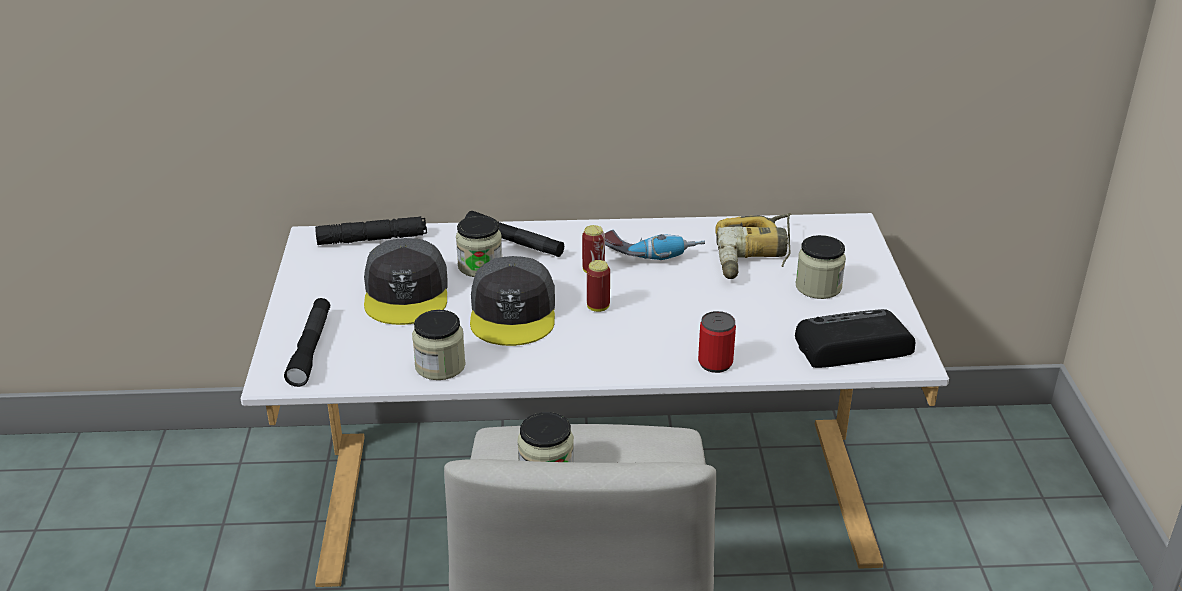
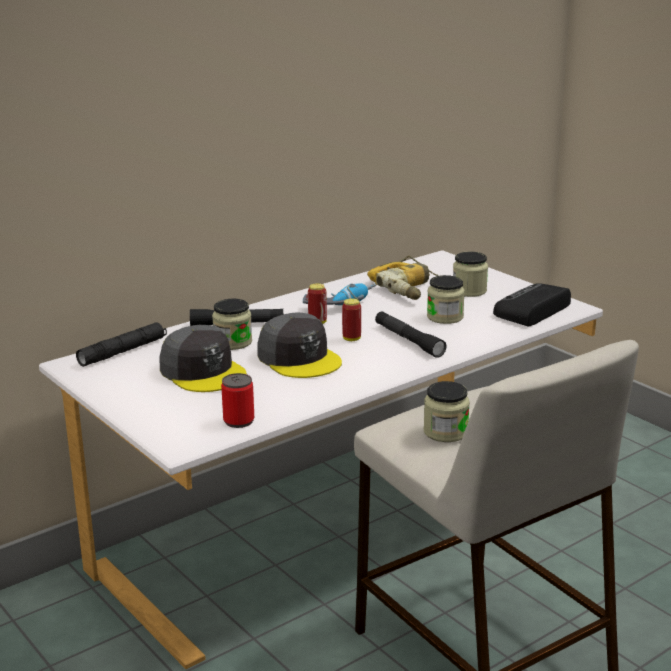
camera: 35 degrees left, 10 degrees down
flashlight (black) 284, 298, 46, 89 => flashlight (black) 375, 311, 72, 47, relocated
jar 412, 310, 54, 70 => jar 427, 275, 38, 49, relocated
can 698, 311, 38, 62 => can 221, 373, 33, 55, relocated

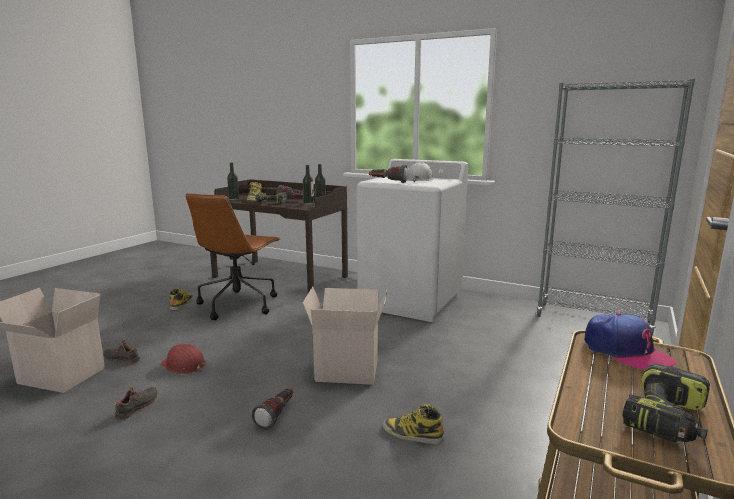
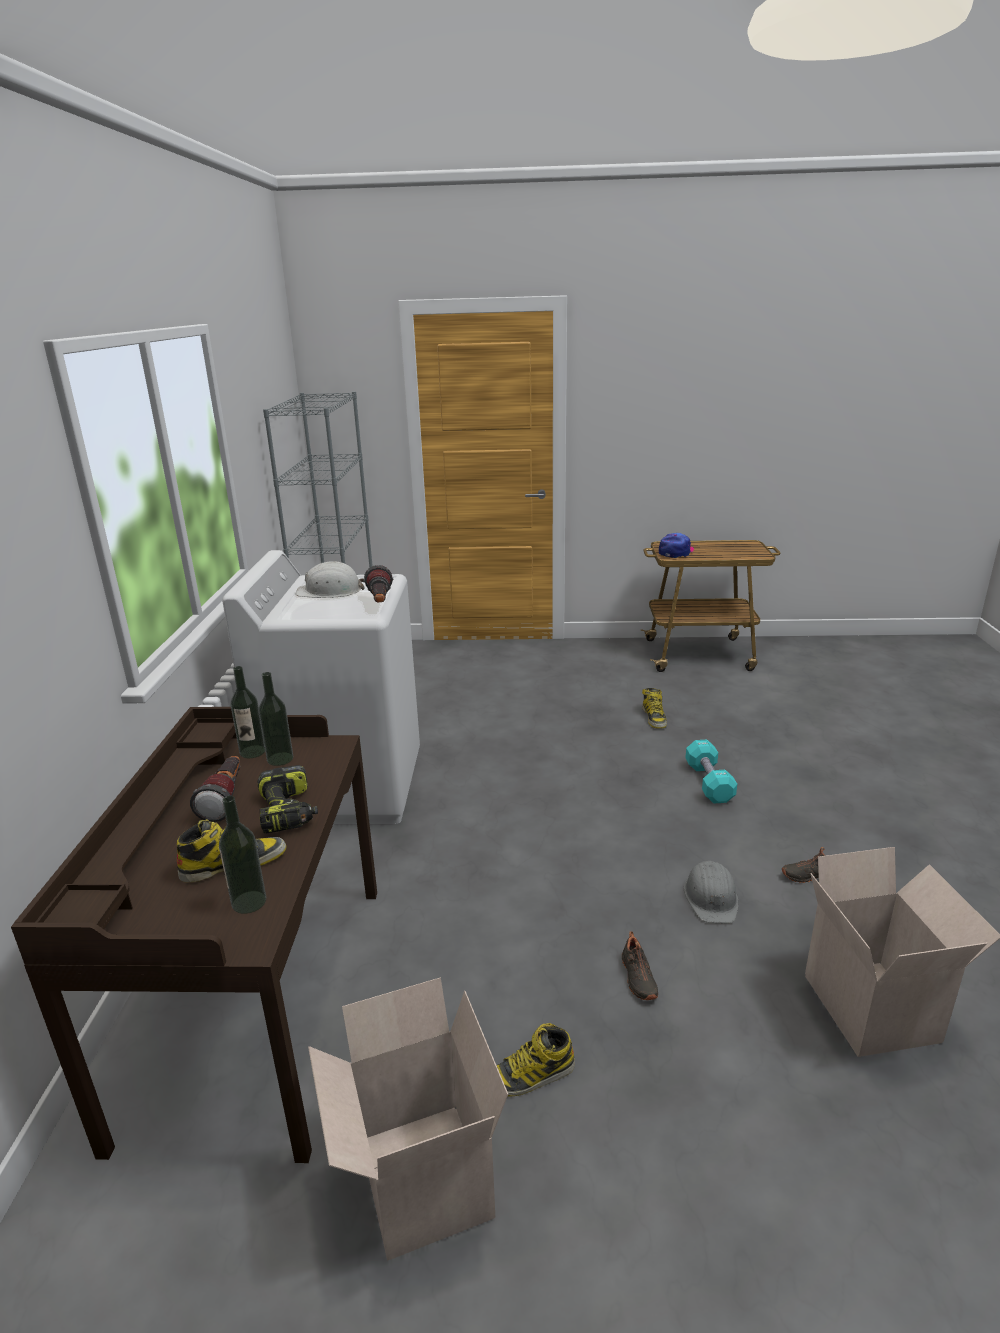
camera: 115 degrees left, 10 degrees up
office chair (brown) 186, 193, 94, 127 => nothing
cardboard box 303, 287, 84, 98 => cardboard box 308, 977, 200, 284, relocated
shoe (black) 103, 339, 37, 25 => shoe (black) 622, 931, 36, 69, relocated
hard hat (red) 161, 344, 45, 30 => hard hat (grey) 684, 861, 54, 62
power drill 622, 363, 88, 79 => nothing
flashlight 252, 388, 41, 42 => dumbbell (turquoise) 685, 740, 52, 64

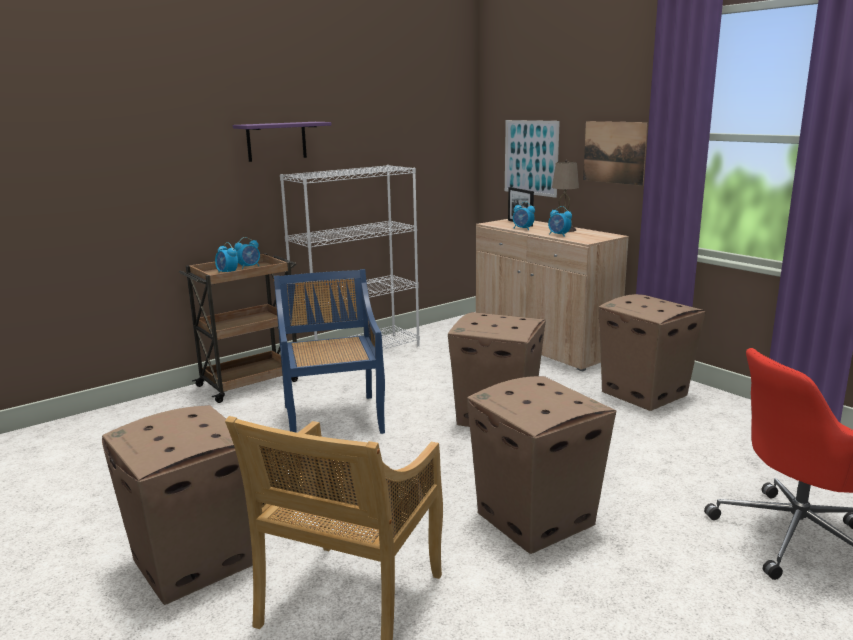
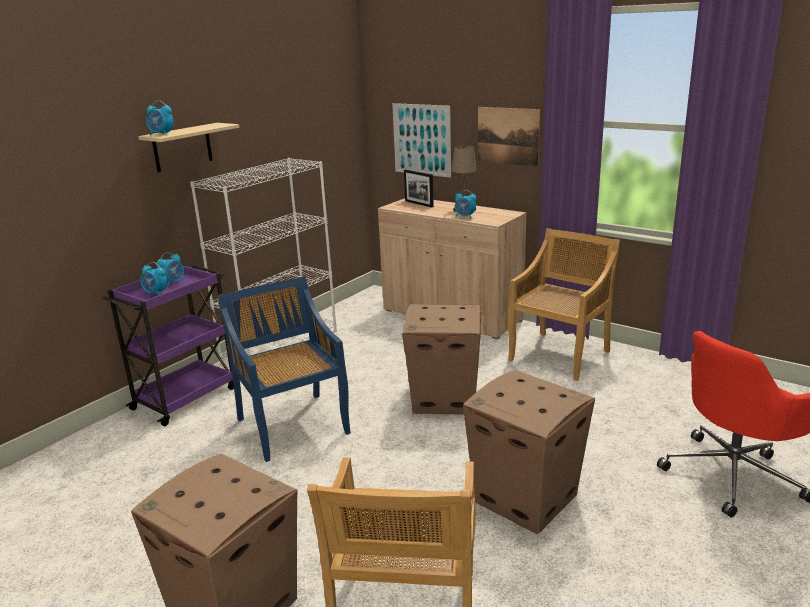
camera: 15 degrees left, 5 degrees up
shelf (purple) 233, 122, 98, 40 => shelf (beige) 138, 123, 101, 49
alarm clock 513, 201, 22, 29 => alarm clock 146, 100, 27, 35, relocated
cart (brown) 179, 253, 119, 150 => cart (purple) 102, 264, 132, 162
cardboard box 599, 294, 107, 117 => chair (beige) 508, 228, 113, 153

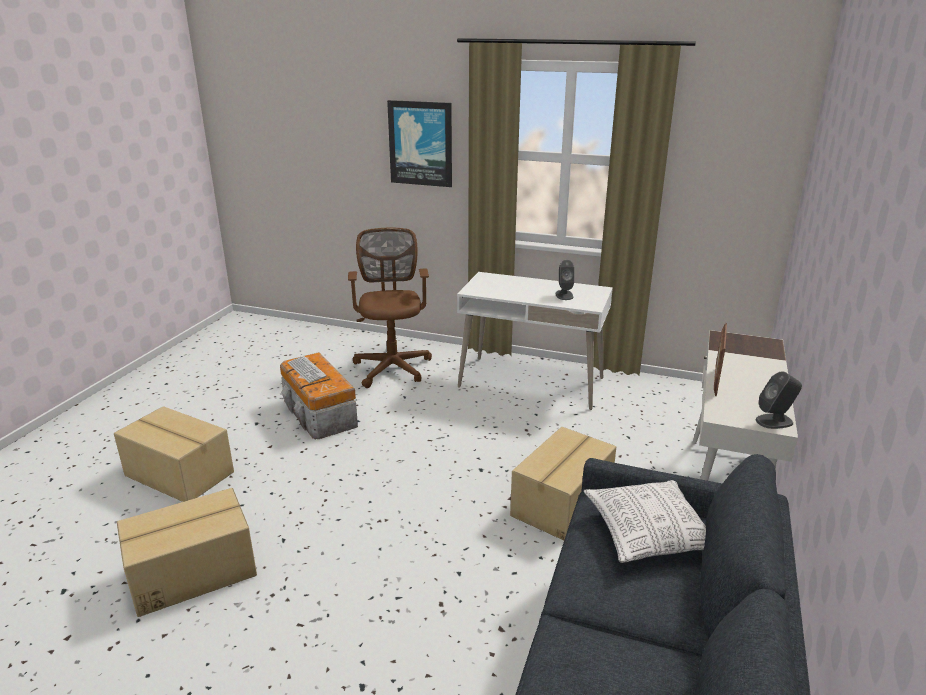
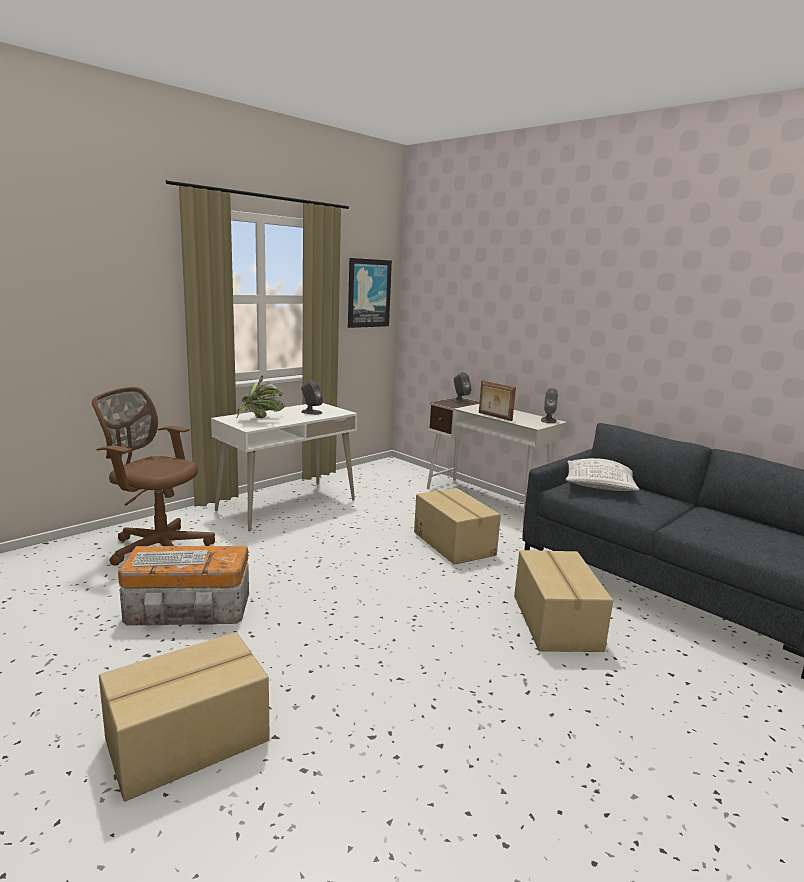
camera: 65 degrees left, 10 degrees down
picture 387, 100, 65, 87 => picture 348, 258, 44, 70, relocated
cardboard box 117, 488, 140, 129 => cardboard box 514, 550, 99, 102, relocated
nothing => speaker (grey) 452, 372, 20, 32
nothing => potted plant 237, 375, 48, 43

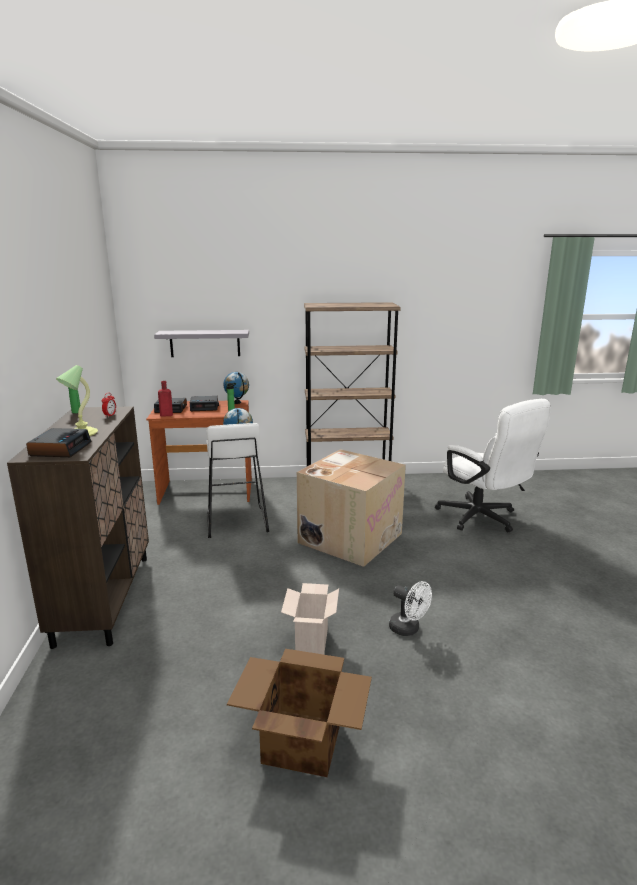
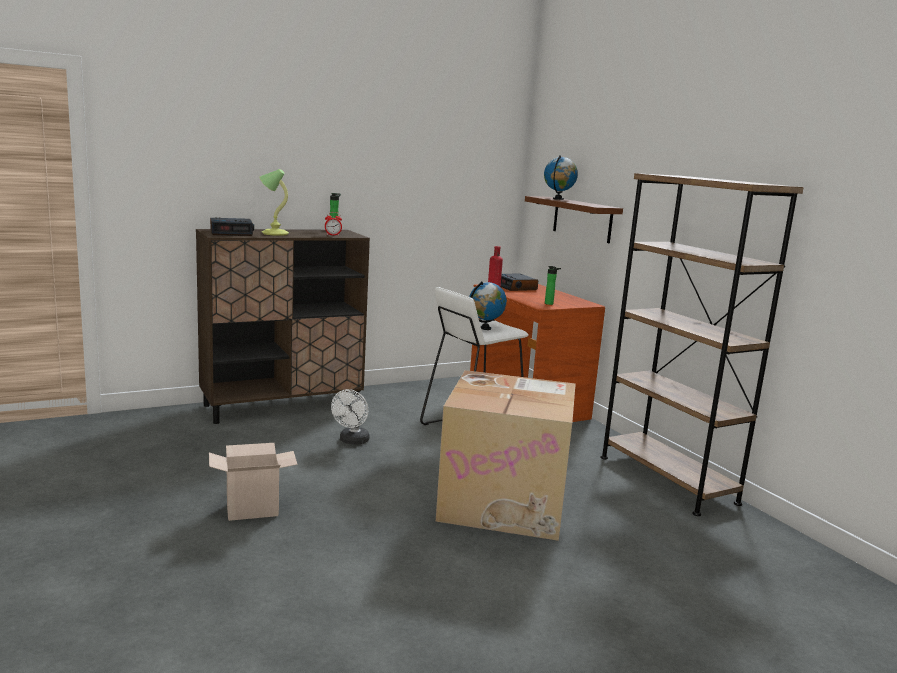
camera: 65 degrees right, 5 degrees down
shelf (grey) 154, 330, 95, 27 => shelf (brown) 525, 196, 98, 47
globe 223, 372, 26, 32 => globe 544, 155, 34, 45, relocated
alarm clock 190, 396, 29, 15 => nothing
office chair (white) 435, 399, 116, 133 => nothing
fan (white) 389, 581, 43, 55 => fan (white) 331, 389, 39, 56, relocated
cardboard box 227, 649, 145, 128 => nothing

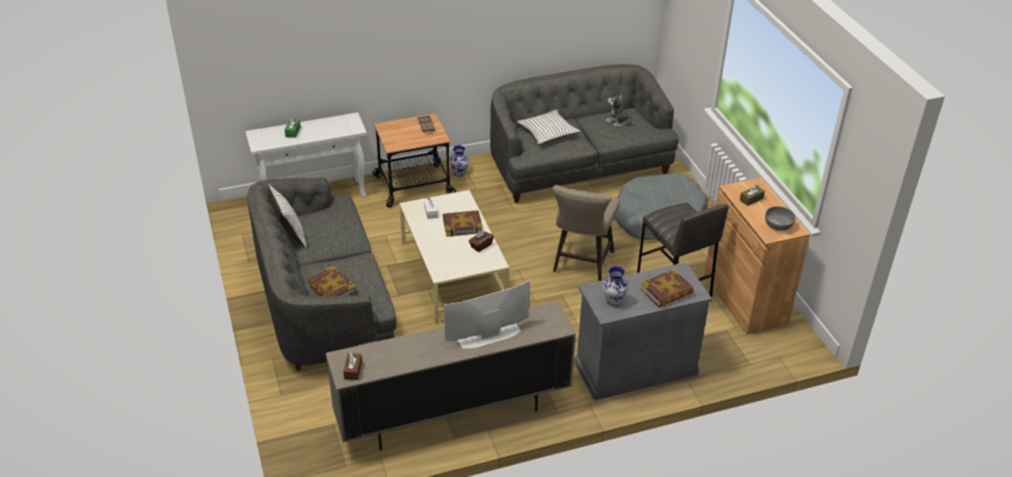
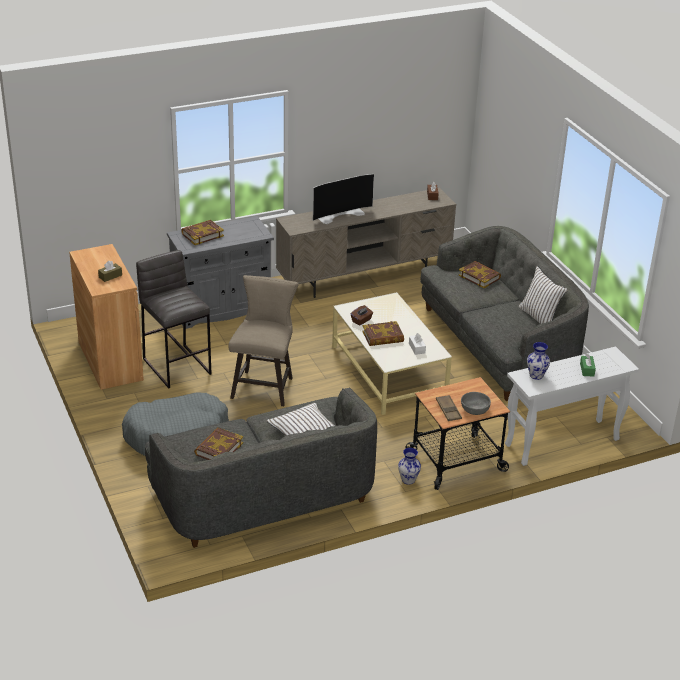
camera: 175 degrees right, 5 degrees down
plush toy 606, 94, 27, 33 => book 194, 427, 49, 33
bowl (grey) 765, 206, 31, 25 => bowl (grey) 461, 392, 30, 23, relocated
vase 603, 266, 25, 40 => vase 527, 342, 23, 38, relocated

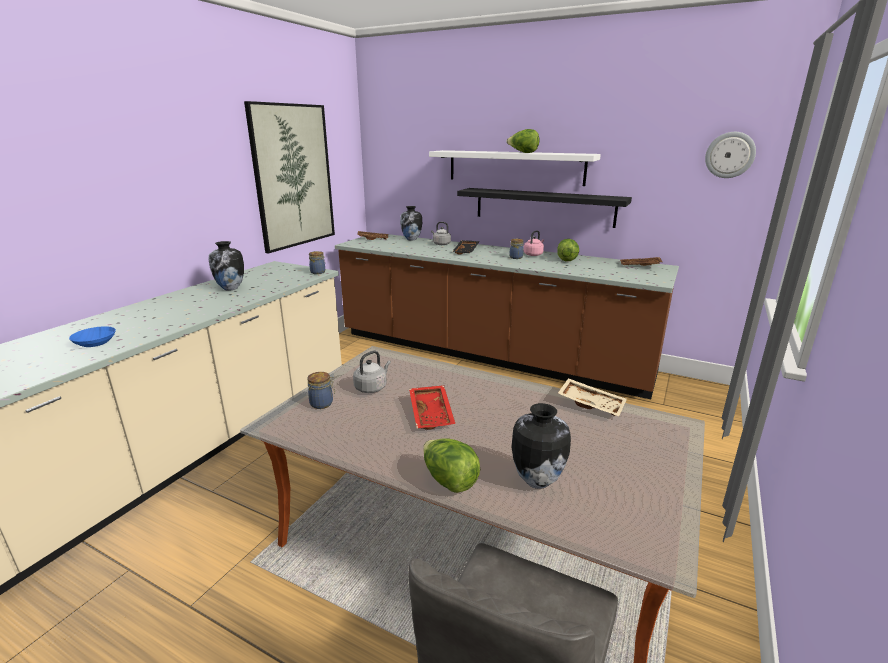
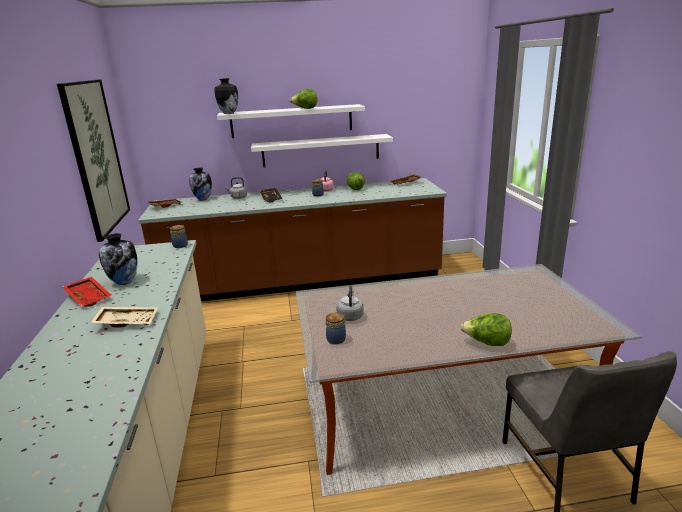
camera: 35 degrees left, 0 degrees up
wall clock 705, 132, 51, 46 => nothing
shelf (black) 457, 188, 175, 40 => shelf (white) 251, 134, 142, 33
bowl (blue) 69, 326, 47, 21 => nothing
tray (beige) 558, 378, 69, 39 => tray (beige) 90, 306, 68, 22, relocated
tray (red) 409, 385, 46, 45 => tray (red) 62, 277, 49, 30, relocated
vase 512, 403, 59, 86 => vase 214, 78, 24, 36, relocated

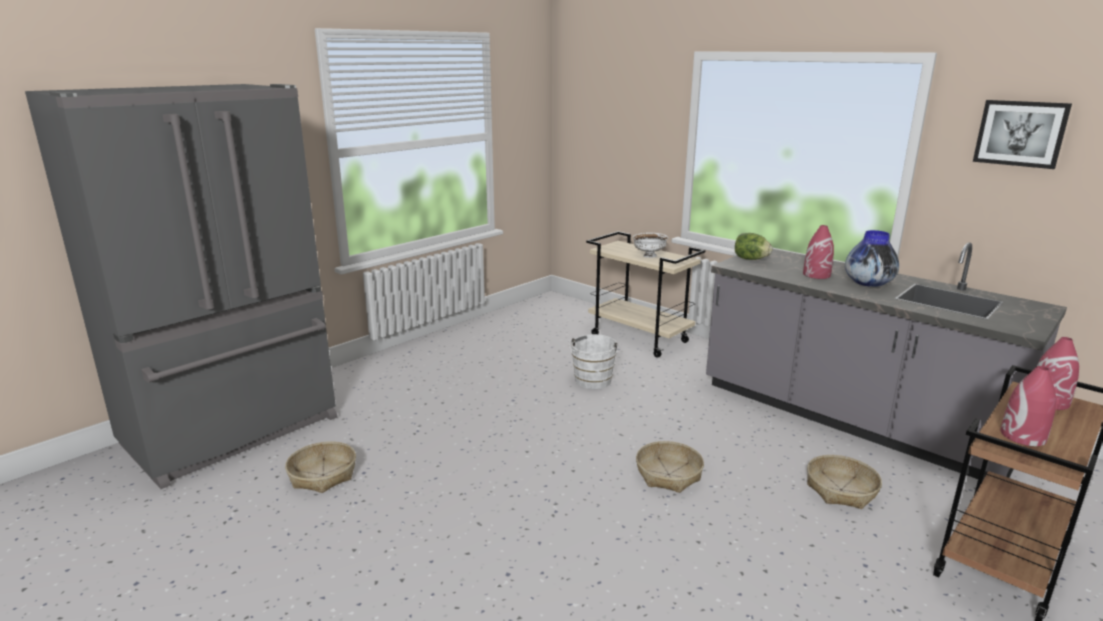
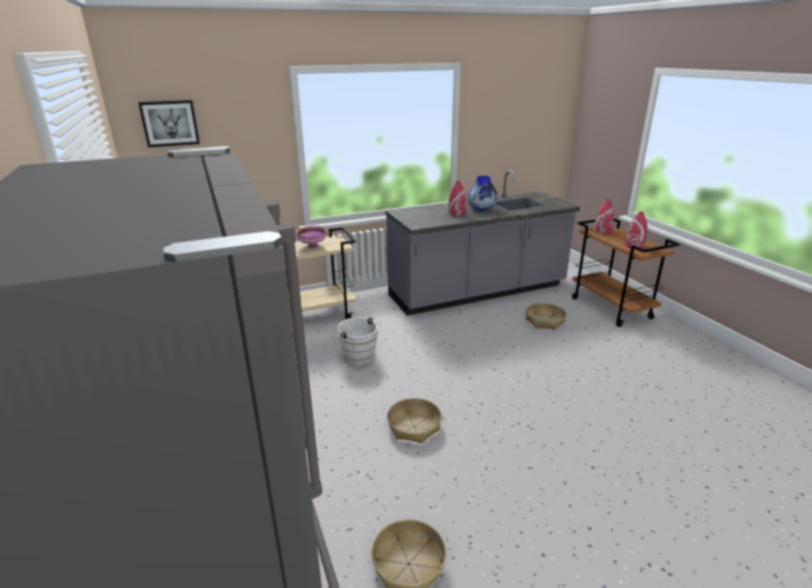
camera: 65 degrees left, 5 degrees up
picture 973, 100, 99, 69 => picture 138, 100, 62, 47, relocated
bowl (white) 633, 233, 35, 25 => bowl (pink) 296, 226, 30, 23
lettuce 735, 233, 38, 27 => nothing
basket 636, 441, 68, 52 => basket 387, 398, 55, 45, relocated

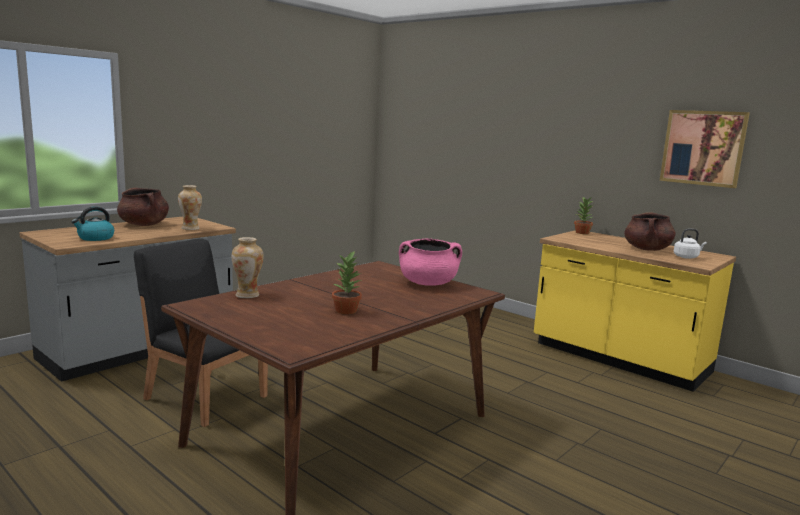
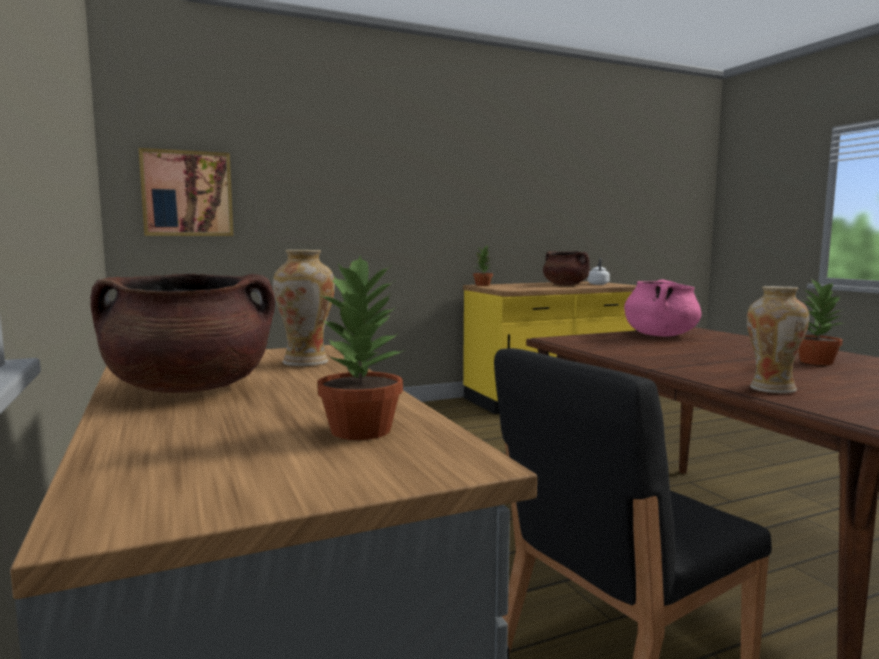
camera: 65 degrees left, 5 degrees down
picture 660, 110, 90, 78 => picture 139, 148, 95, 88, relocated
kettle 71, 207, 43, 34 => potted plant 317, 255, 88, 185

